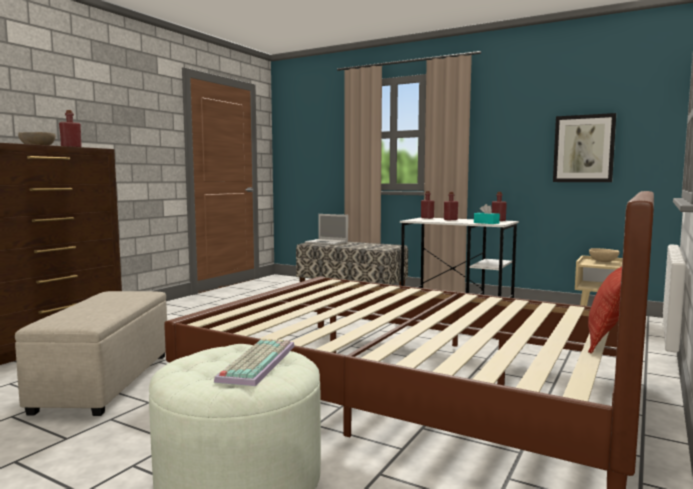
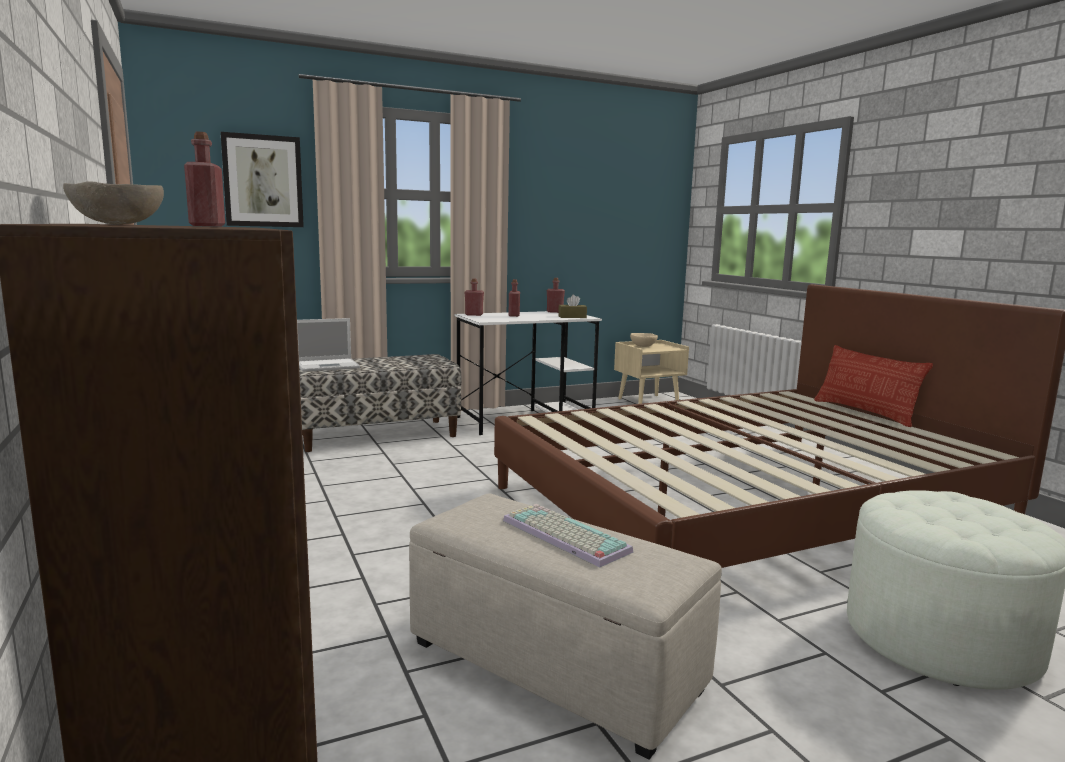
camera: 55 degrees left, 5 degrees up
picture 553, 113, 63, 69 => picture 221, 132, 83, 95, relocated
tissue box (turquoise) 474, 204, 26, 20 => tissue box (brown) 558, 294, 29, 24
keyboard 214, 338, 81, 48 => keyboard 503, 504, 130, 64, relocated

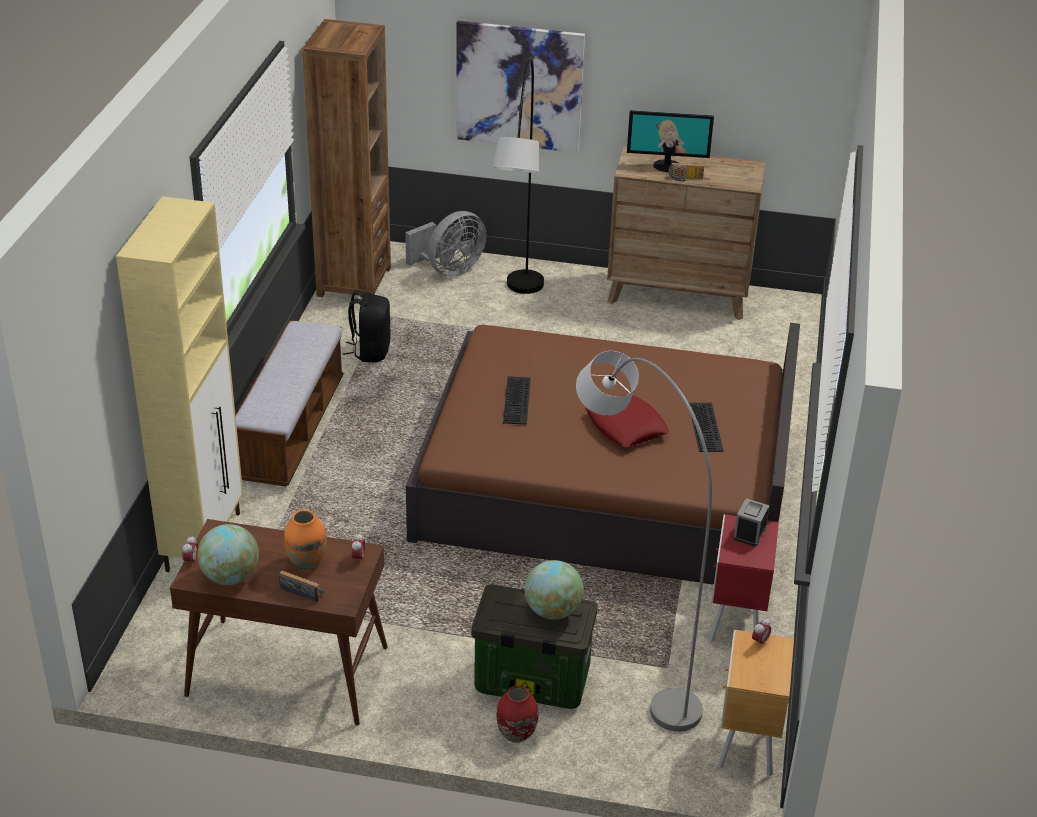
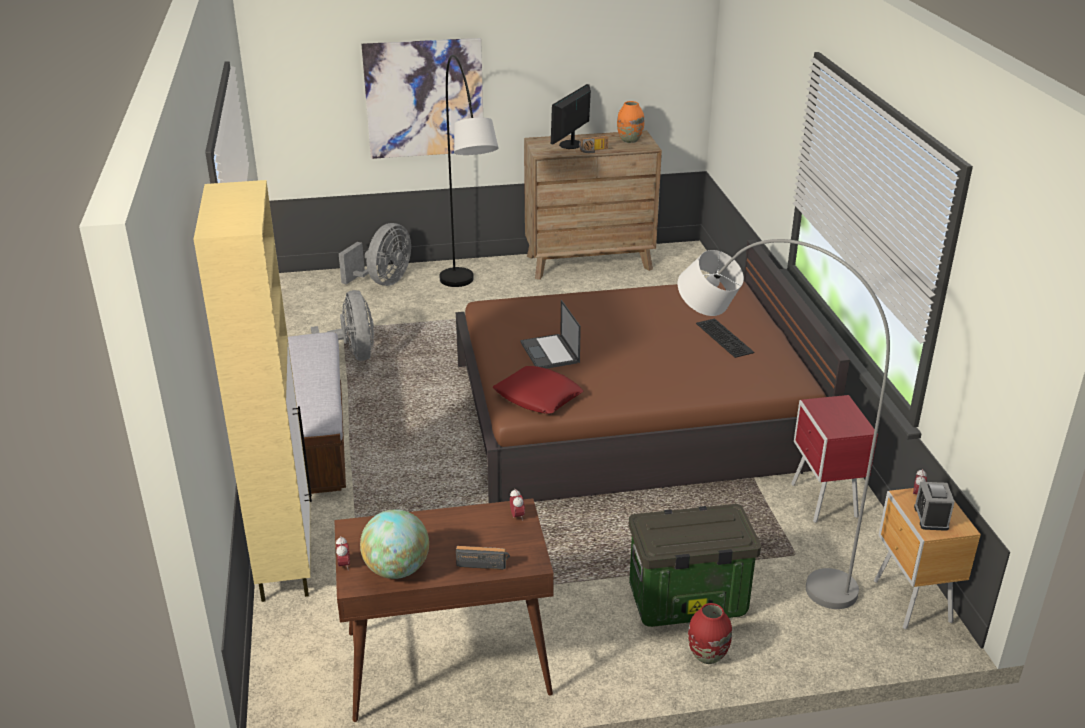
camera: 20 degrees left, 5 degrees down
bookcase (brown) 302, 19, 89, 278 => nothing
monitor 627, 110, 87, 62 => monitor 551, 84, 40, 65, 135 degrees clockwise
backpack (black) 343, 290, 47, 72 => fan (grey) 311, 290, 63, 71
keyboard 503, 376, 28, 49 => laptop 520, 300, 61, 69
pillow (red) 585, 394, 84, 53 => pillow (red) 493, 366, 91, 48, relocated
alarm clock 733, 498, 36, 48 => alarm clock 914, 482, 41, 49, relocated
vase (orange) 284, 510, 43, 60 => vase (orange) 617, 101, 27, 42, relocated
globe 525, 560, 58, 59 => nothing

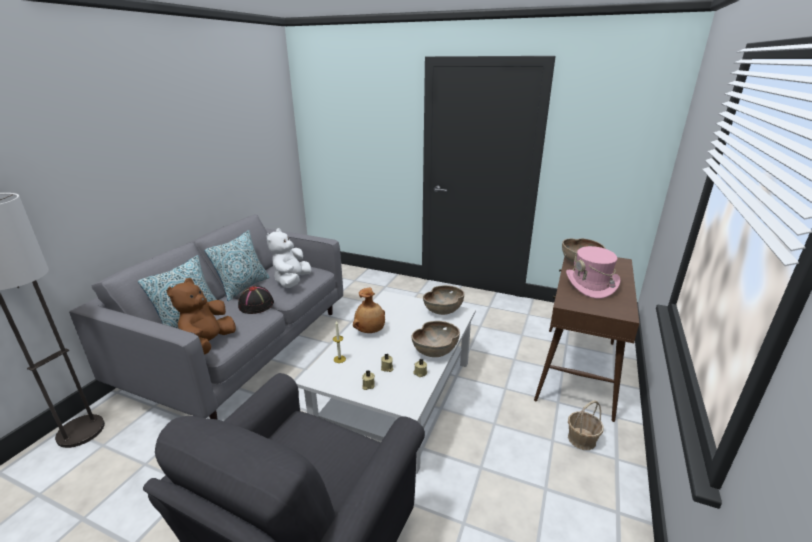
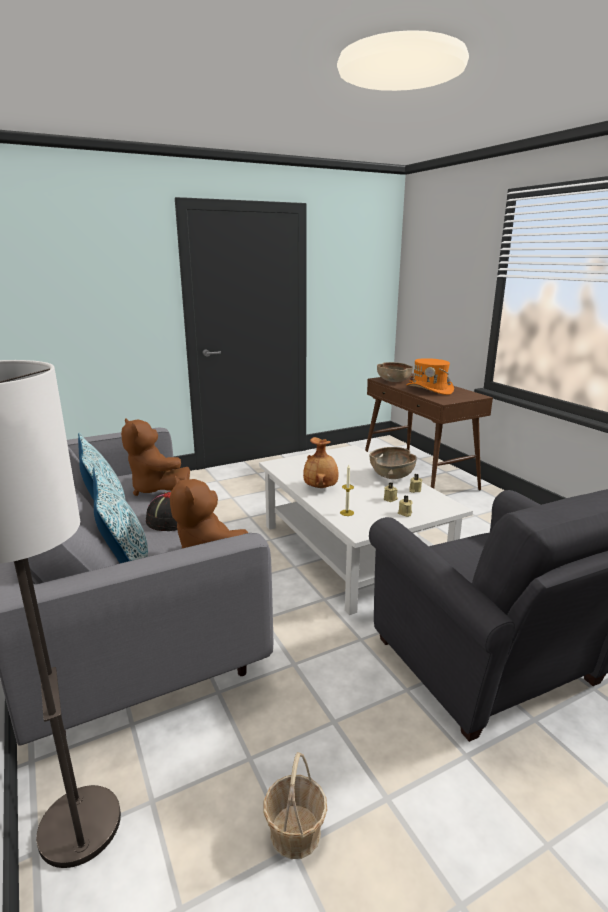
camera: 50 degrees left, 5 degrees down
plush toy (white) 267, 228, 45, 60 => plush toy (brown) 121, 418, 69, 78
hat (pink) 566, 246, 55, 53 => hat (orange) 407, 358, 47, 37
bowl (brown) 423, 285, 41, 30 => nothing
basket 568, 401, 36, 49 => basket 263, 752, 64, 107, relocated

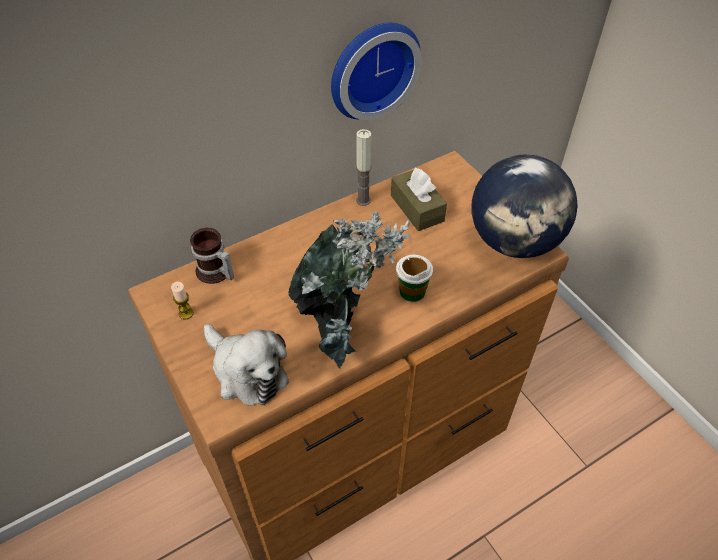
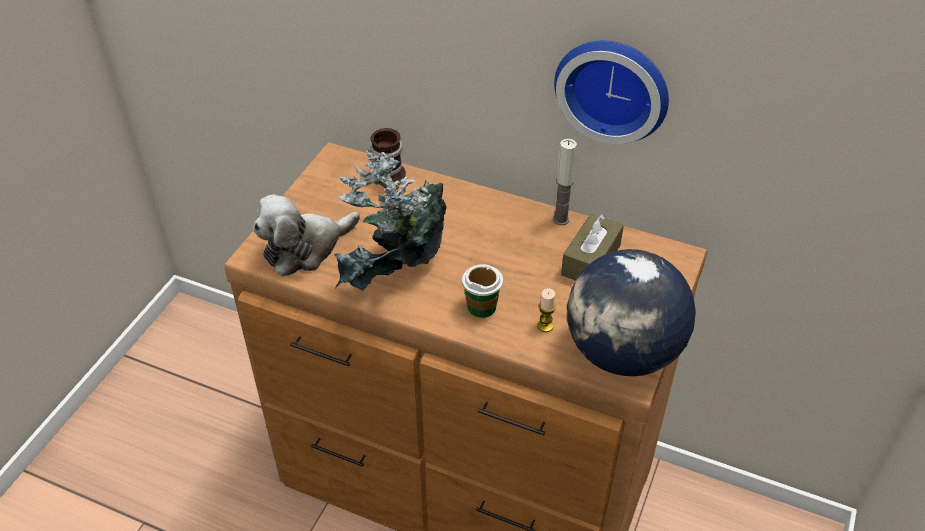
camera: 55 degrees right, 5 degrees down
candle 171, 282, 23, 37 => candle 537, 288, 19, 44, relocated
plush toy 204, 324, 85, 82 => plush toy 253, 194, 107, 82, 45 degrees clockwise

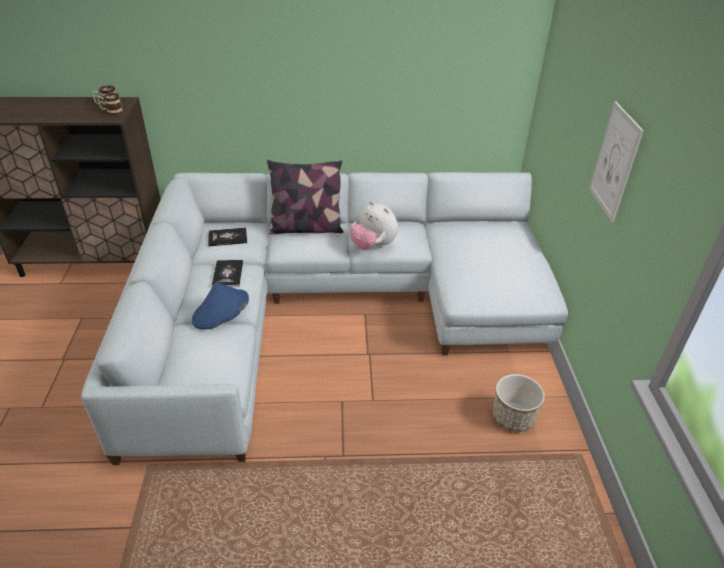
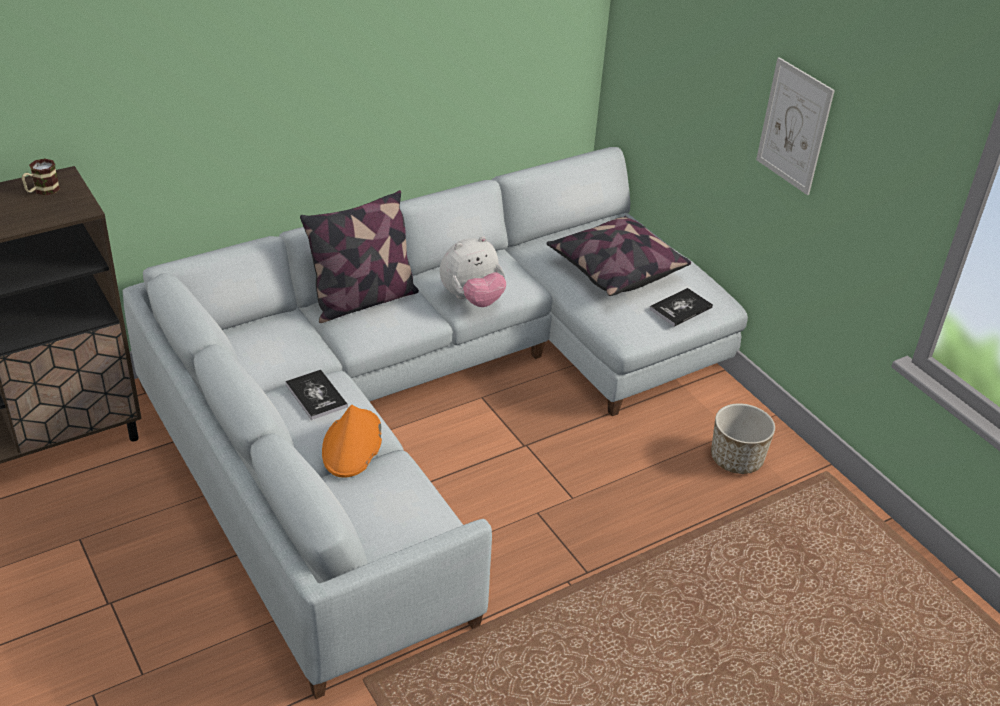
camera: 30 degrees left, 0 degrees up
mug 98, 93, 25, 23 => nothing
plush toy 349, 201, 49, 49 => plush toy 440, 236, 66, 71, 45 degrees counterclockwise
book 208, 227, 39, 20 => book 649, 288, 64, 39, relocated
hat (blue) 192, 282, 57, 48 => hat (orange) 322, 405, 60, 73
nothing => pillow 546, 216, 145, 80

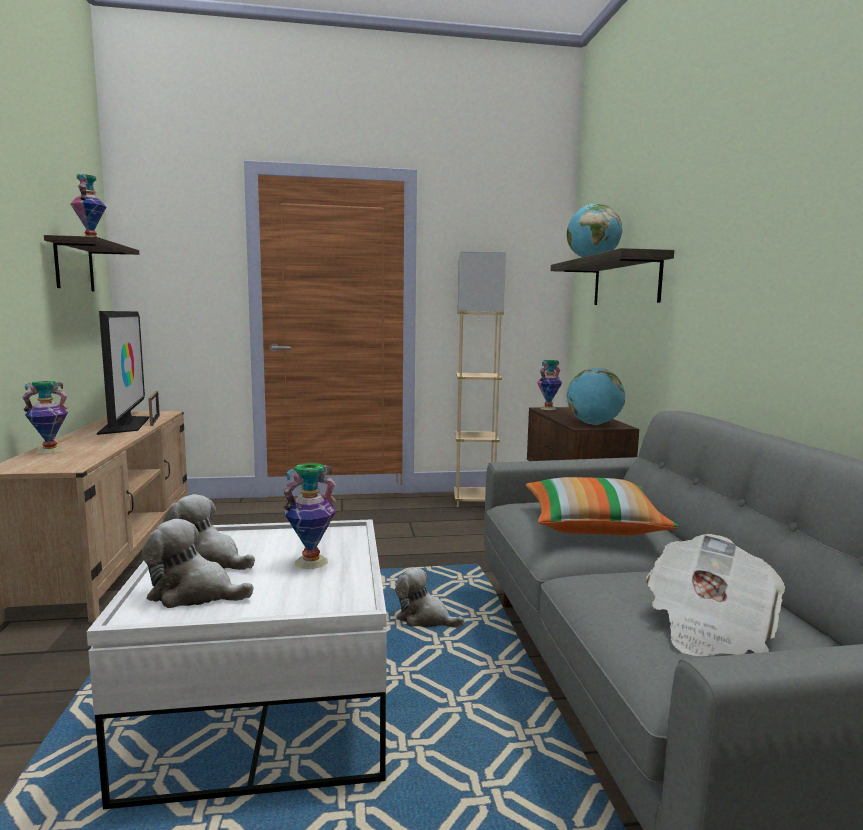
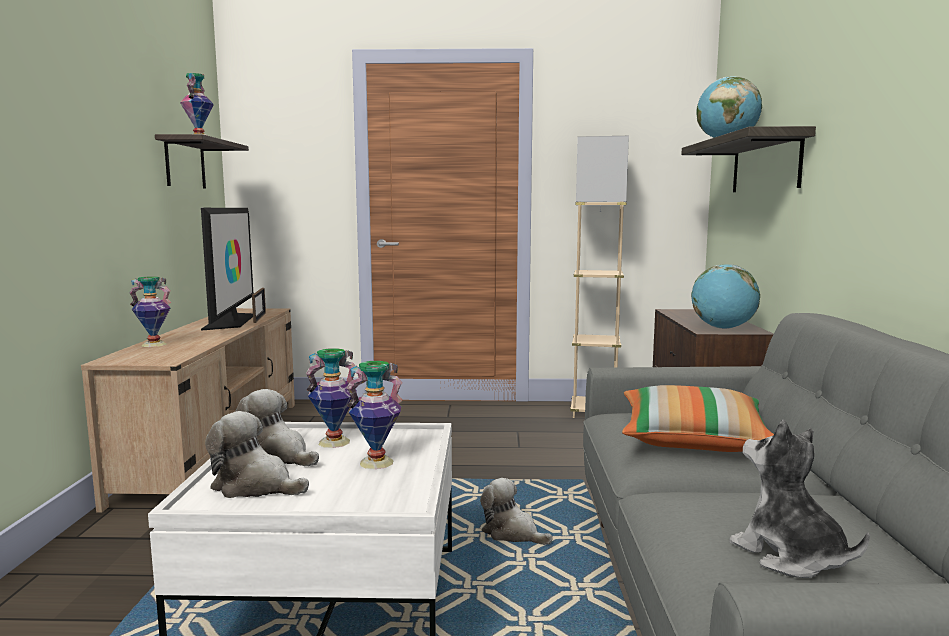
camera: 10 degrees right, 0 degrees up
vase 537, 360, 25, 50 => vase 305, 348, 52, 100, relocated
newspaper 646, 534, 140, 122 => plush toy 729, 420, 141, 158

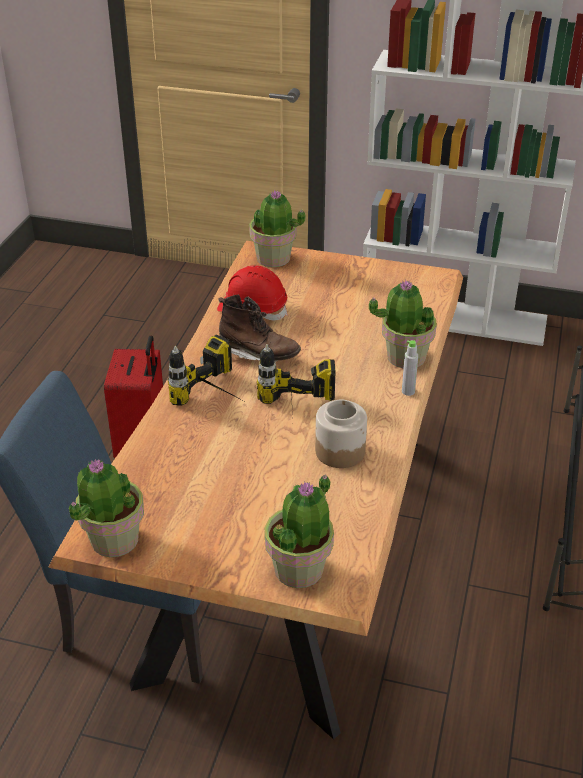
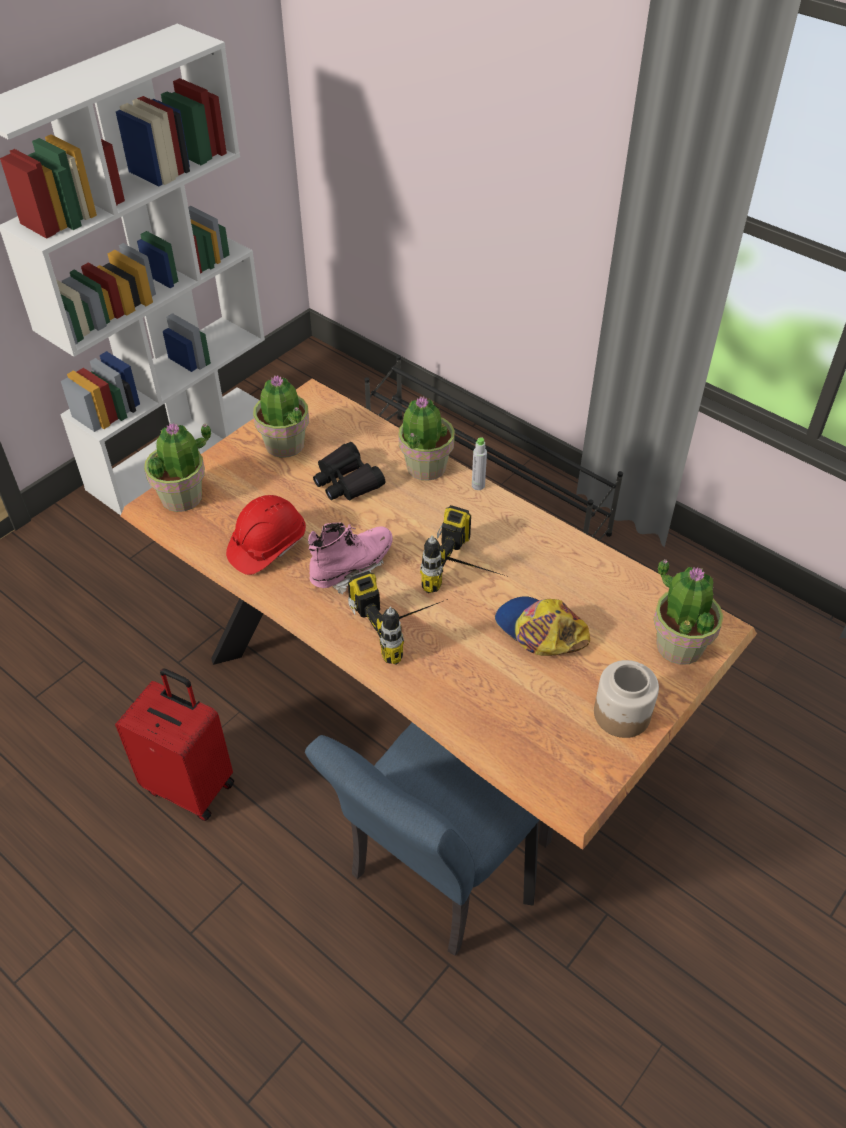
camera: 65 degrees left, 10 degrees up
boot (brown) 218, 295, 83, 67 => boot (pink) 308, 522, 85, 73
jar 315, 400, 52, 68 => jar 594, 660, 65, 78, relocated
potted plant 69, 459, 75, 98 => potted plant 253, 375, 56, 83, relocated
nothing => binoculars (black) 313, 442, 72, 58
nothing => cap 495, 596, 95, 60

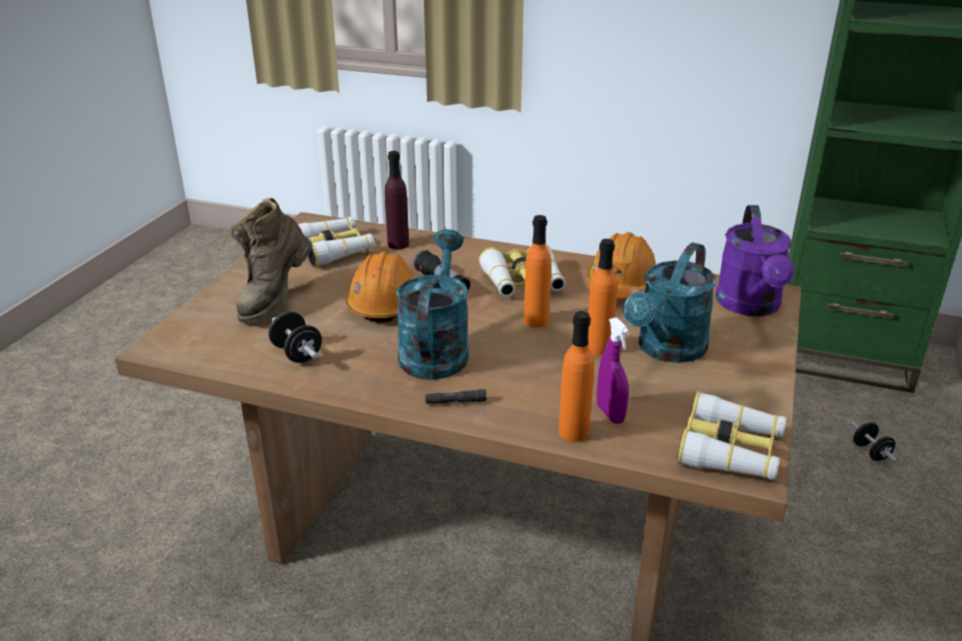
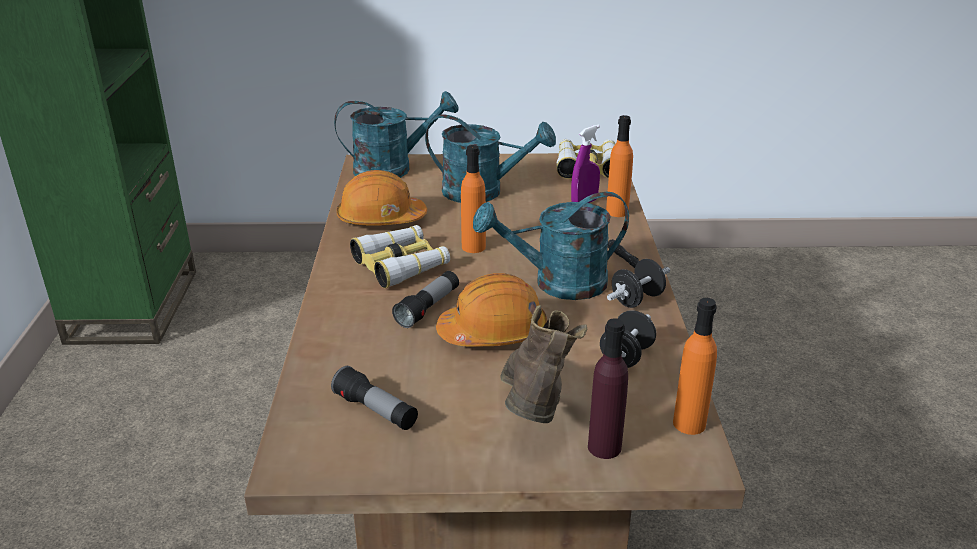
camera: 110 degrees left, 0 degrees up
bottle (purple) 385, 151, 24, 98 => bottle (purple) 588, 318, 40, 141, relocated
boot (brown) 228, 198, 85, 125 => boot (brown) 501, 305, 87, 118, 90 degrees counterclockwise
watering can (purple) 716, 205, 78, 111 => watering can (turquoise) 334, 91, 125, 87
binoculars 298, 217, 77, 50 => flashlight 331, 366, 87, 64
bottle (orange) 588, 239, 29, 117 => bottle (orange) 673, 298, 44, 137, relocated
dumbbell (black) 851, 422, 46, 40 => dumbbell (black) 607, 259, 63, 49, relocated

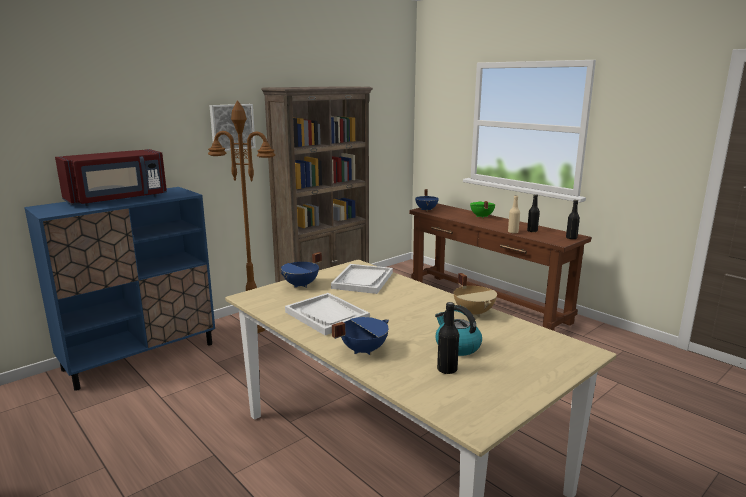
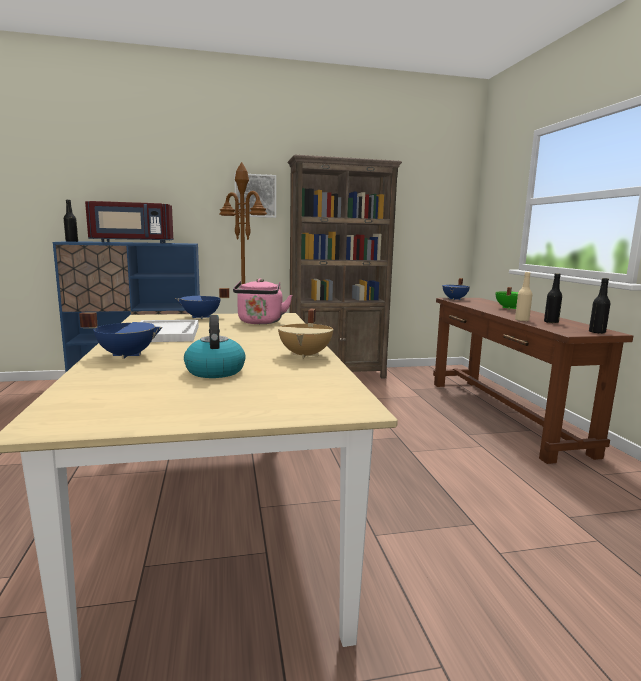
camera: 30 degrees right, 5 degrees down
tray (white) 331, 264, 62, 30 => kettle (pink) 233, 278, 59, 46
bottle (black) 437, 302, 22, 72 => bottle (black) 64, 200, 14, 42, relocated

